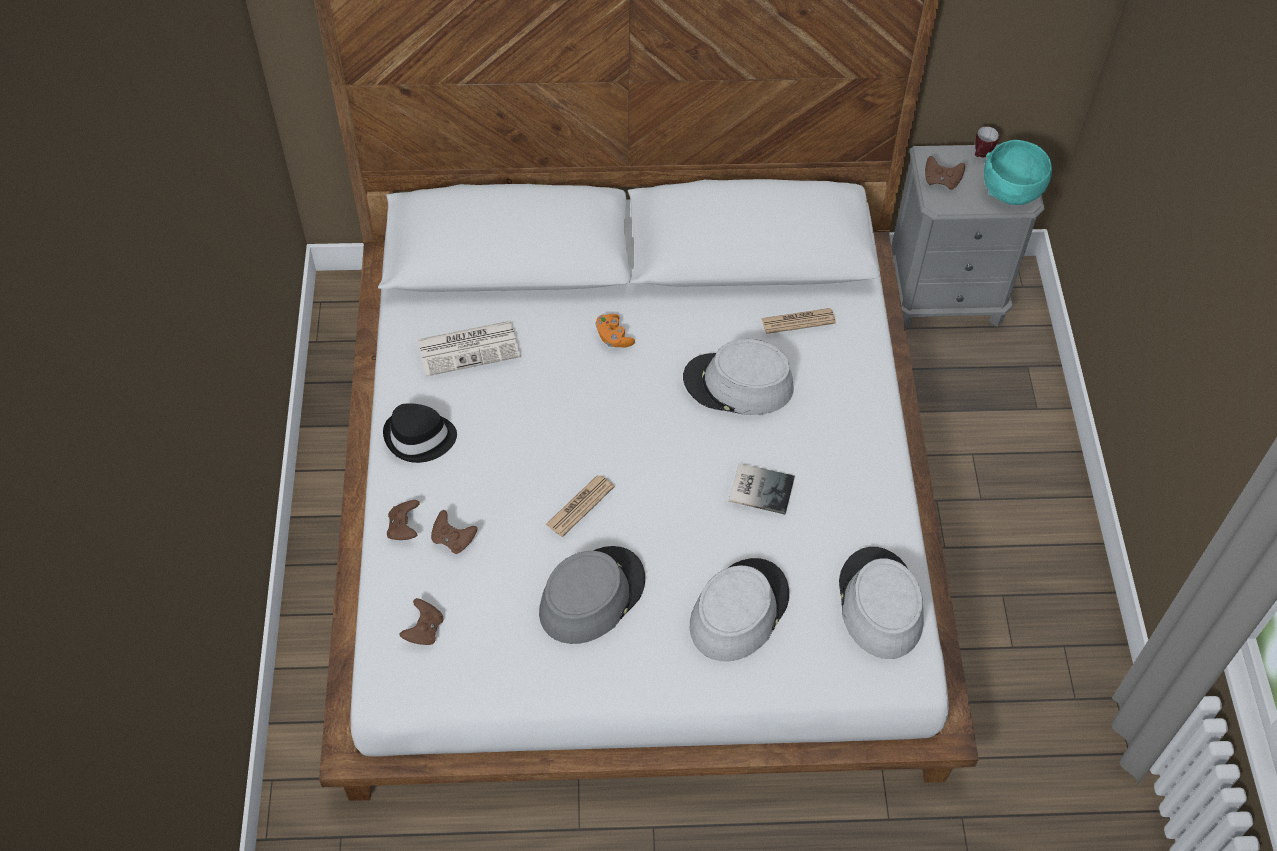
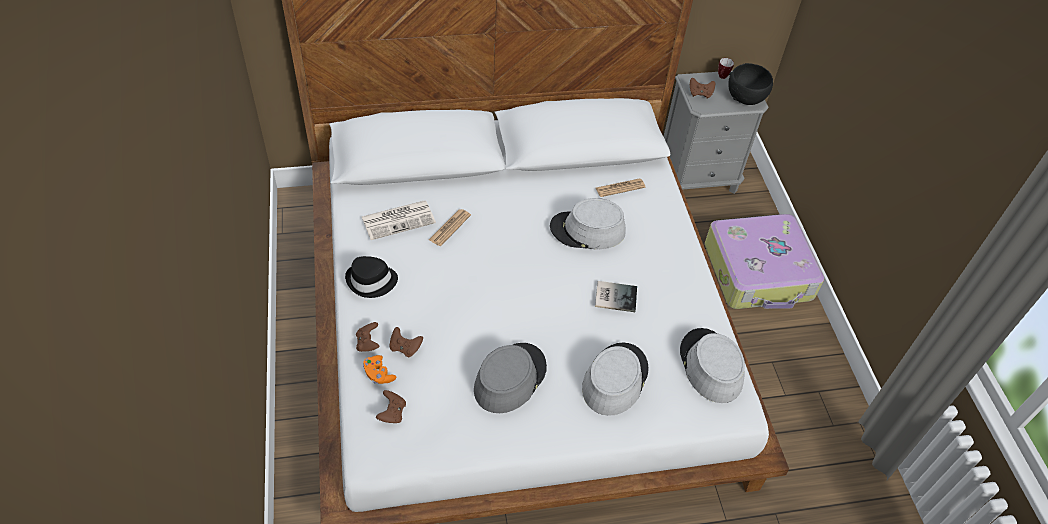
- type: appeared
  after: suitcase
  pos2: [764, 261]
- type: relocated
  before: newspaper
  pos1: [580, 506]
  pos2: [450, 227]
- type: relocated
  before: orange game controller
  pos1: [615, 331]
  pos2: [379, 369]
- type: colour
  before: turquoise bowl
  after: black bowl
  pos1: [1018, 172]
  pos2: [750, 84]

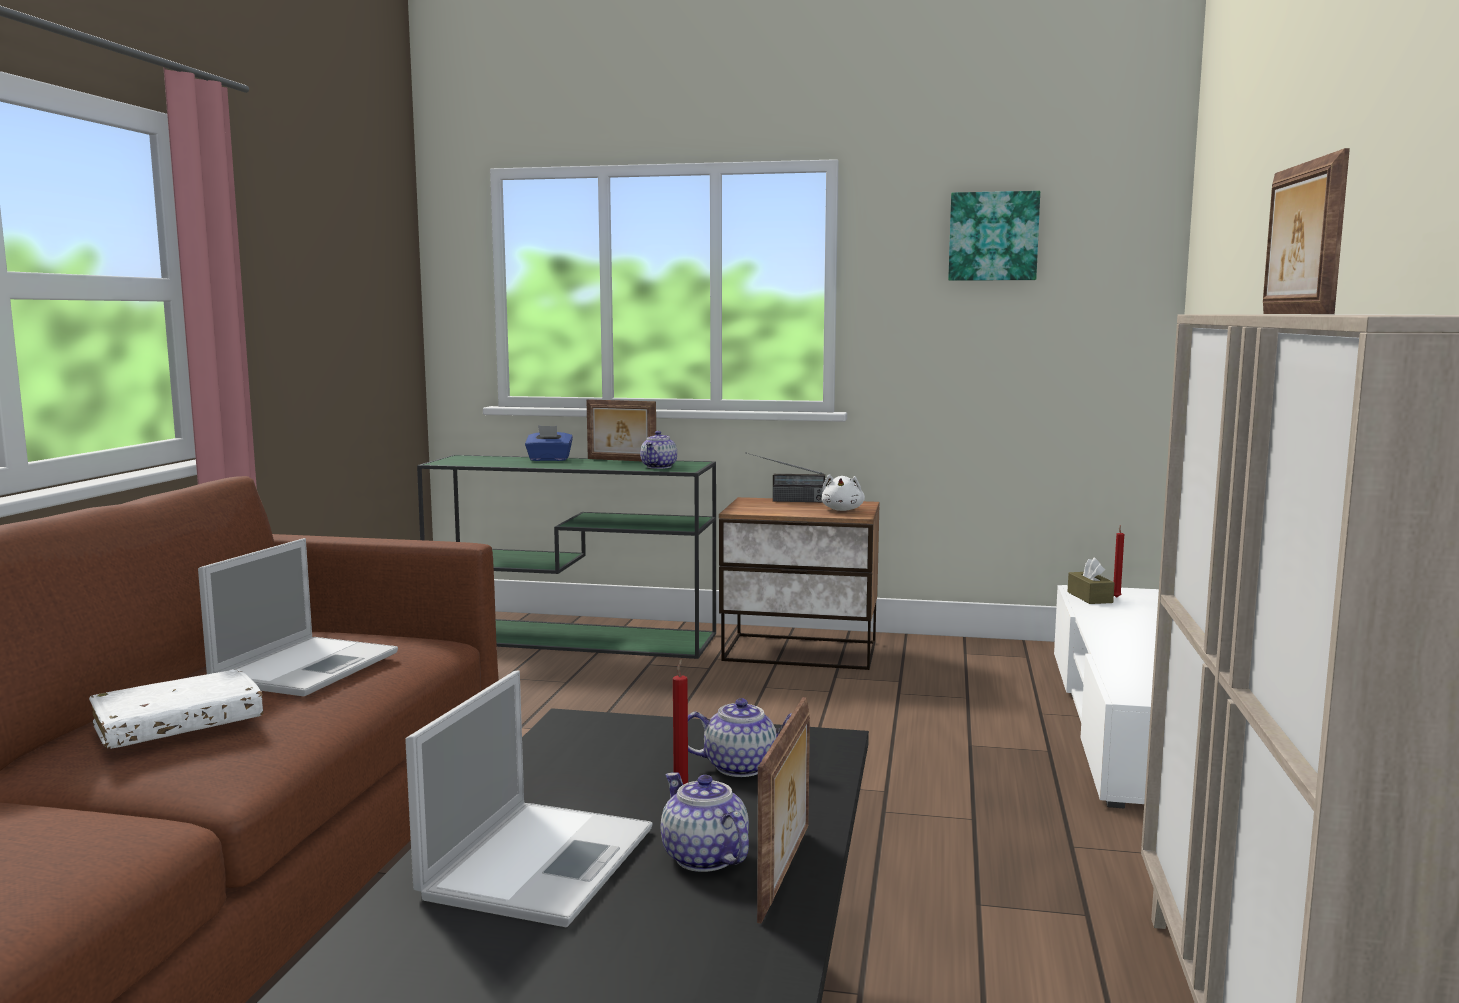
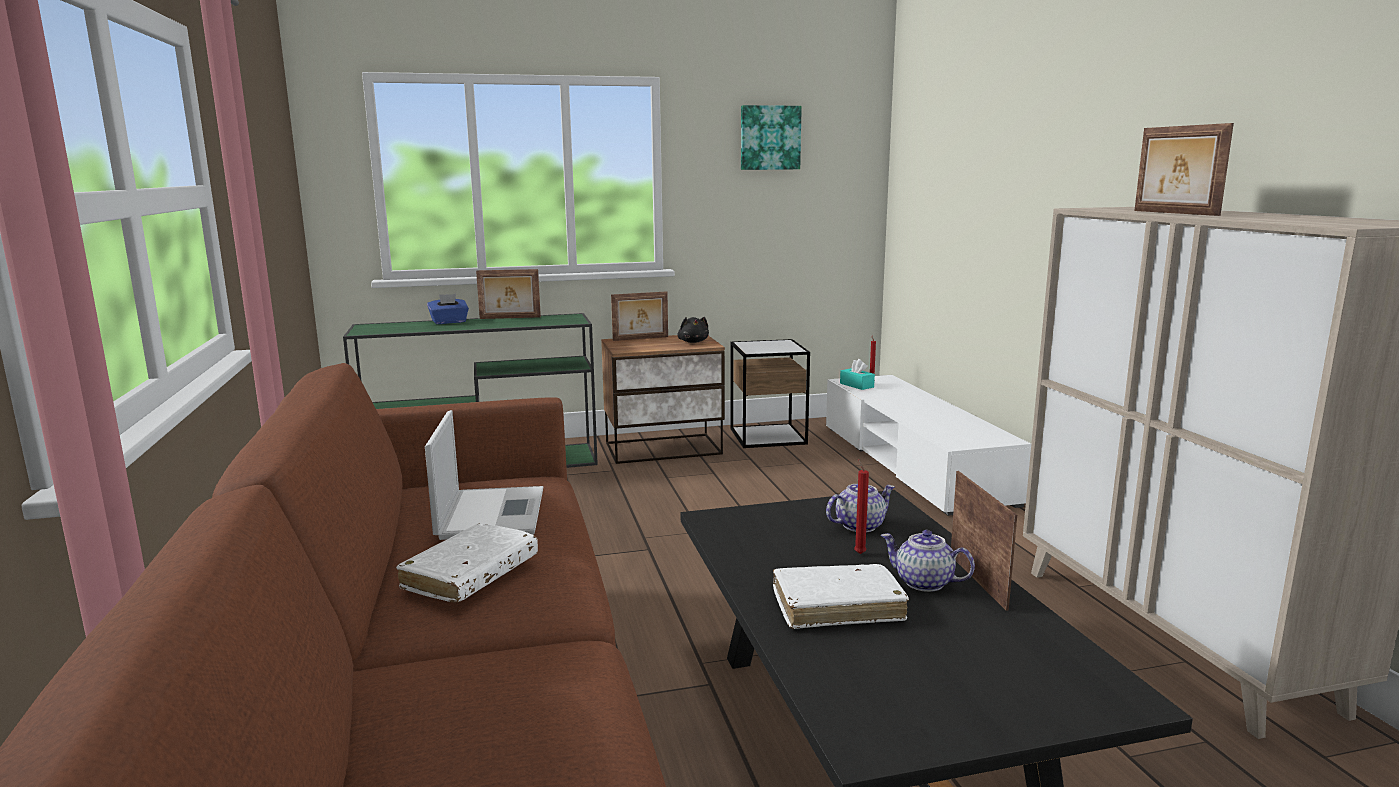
- type: missing
  before: teapot
  pos1: [658, 450]
- type: appeared
  after: side table
  pos2: [770, 393]
- type: exchanged
  before: laptop
  after: white book
  pos1: [529, 798]
  pos2: [841, 596]
- type: exchanged
  before: radio
  after: picture frame
  pos1: [785, 477]
  pos2: [639, 316]
- type: colour
  before: white plush toy
  after: black plush toy
  pos1: [843, 492]
  pos2: [693, 330]
- type: colour
  before: brown tissue box
  after: turquoise tissue box
  pos1: [1091, 581]
  pos2: [857, 374]

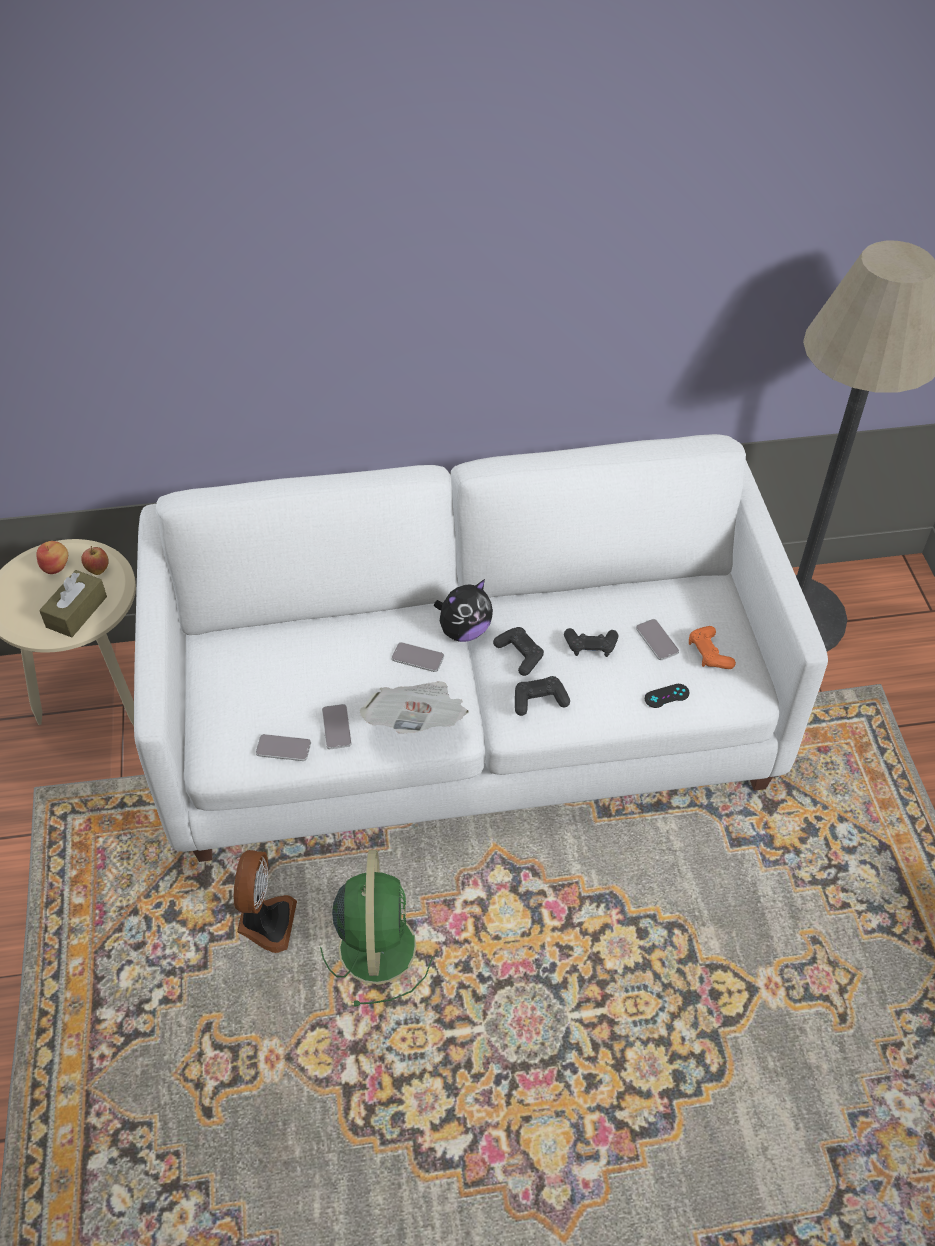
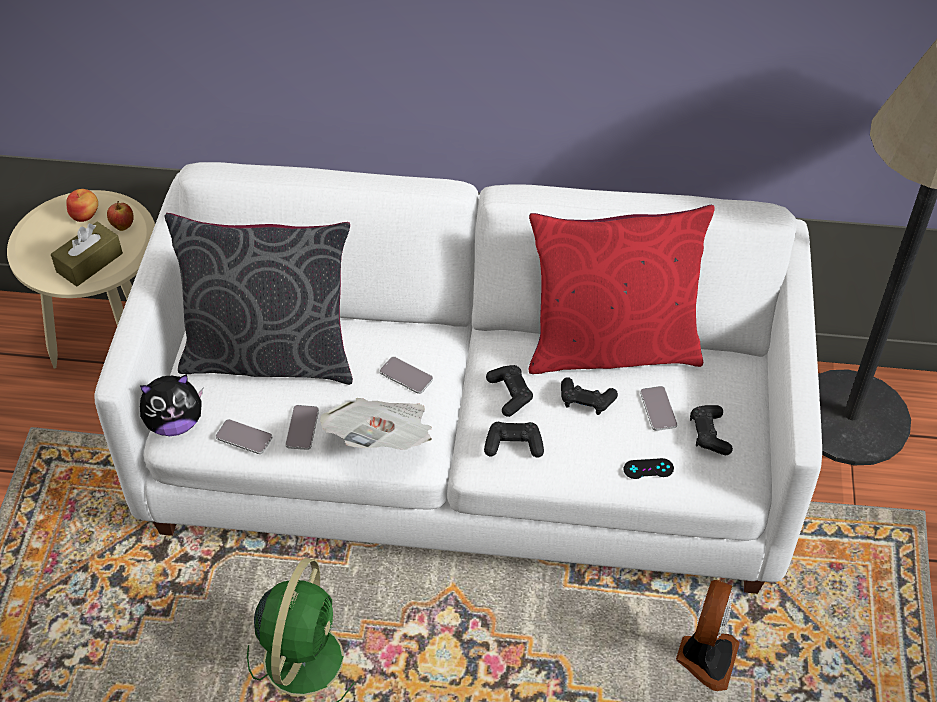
- type: appeared
  after: grey pillow
  pos2: [259, 299]
- type: appeared
  after: red pillow
  pos2: [621, 289]
- type: relocated
  before: fan
  pos1: [265, 901]
  pos2: [708, 635]
- type: relocated
  before: plush toy
  pos1: [463, 610]
  pos2: [171, 405]
- type: colour
  before: orange game controller
  after: black game controller
  pos1: [712, 647]
  pos2: [711, 430]

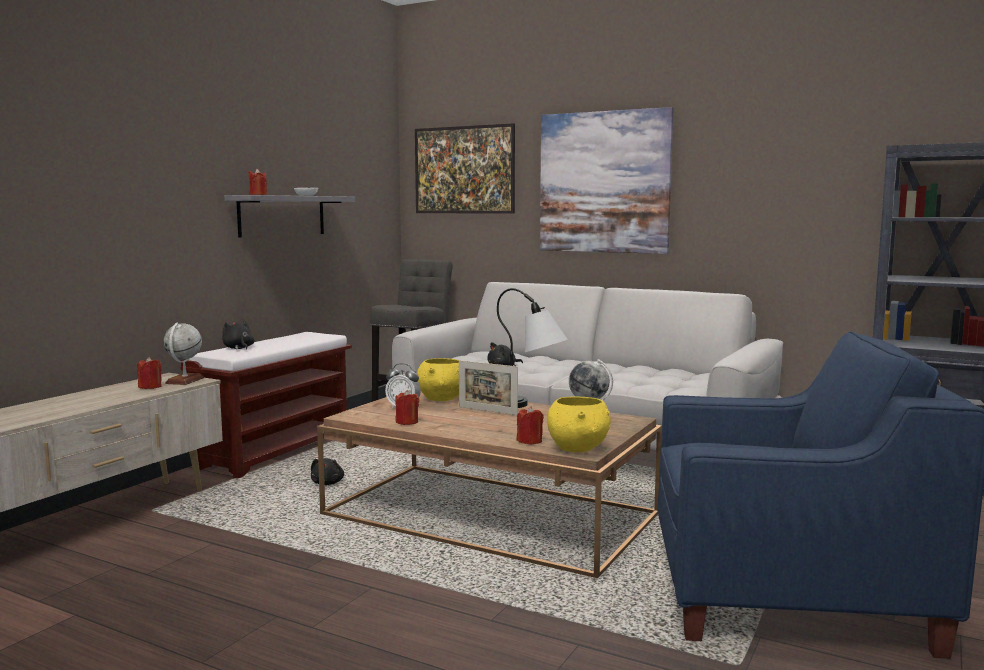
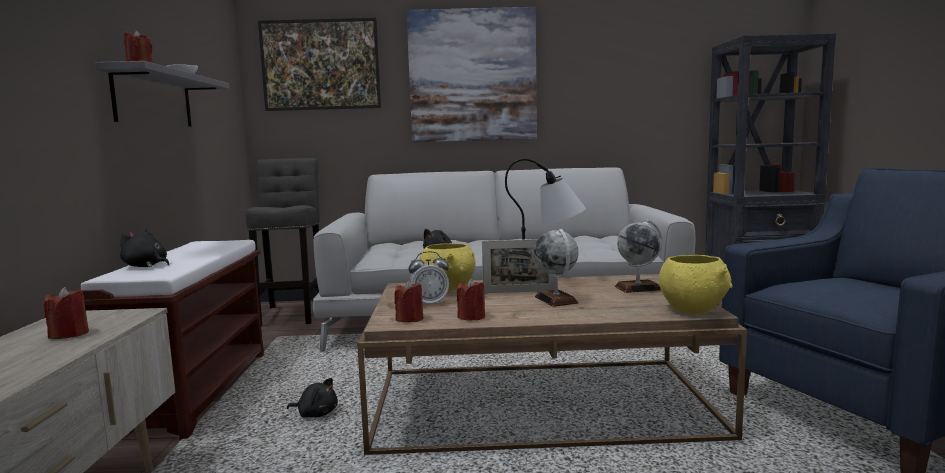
- type: relocated
  before: globe
  pos1: [183, 353]
  pos2: [556, 268]
- type: relocated
  before: red candle
  pos1: [530, 425]
  pos2: [408, 301]
- type: spun
  before: black plush toy
  pos1: [327, 471]
  pos2: [312, 397]
  turn: -45

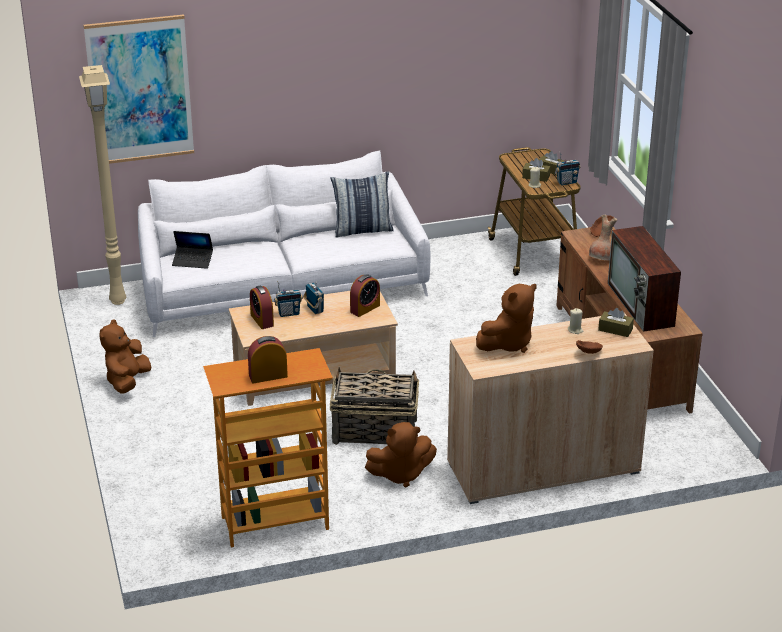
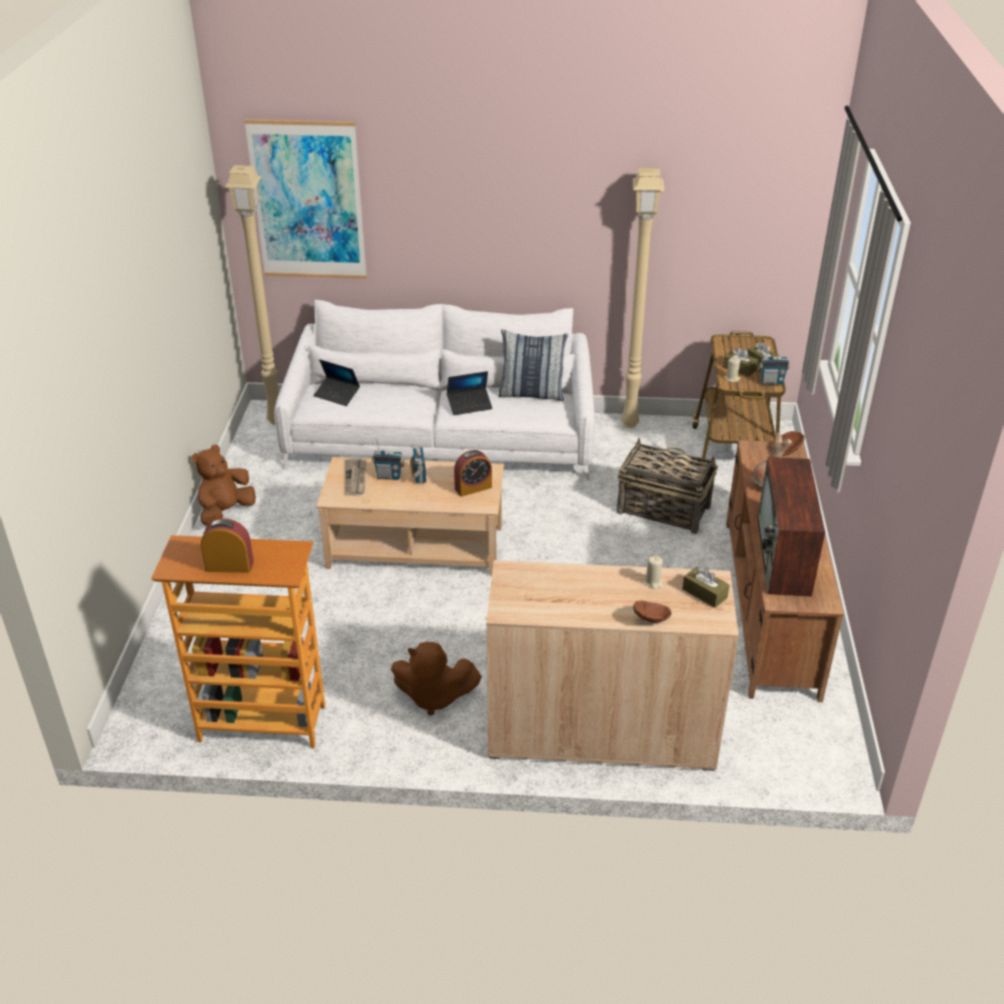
- type: missing
  before: brown plush toy
  pos1: [506, 318]
- type: appeared
  after: laptop
  pos2: [469, 393]
- type: appeared
  after: beige floor lamp
  pos2: [642, 298]
- type: relocated
  before: basket
  pos1: [374, 406]
  pos2: [667, 486]
- type: exchanged
  before: alarm clock
  after: newspaper
  pos1: [262, 307]
  pos2: [356, 477]

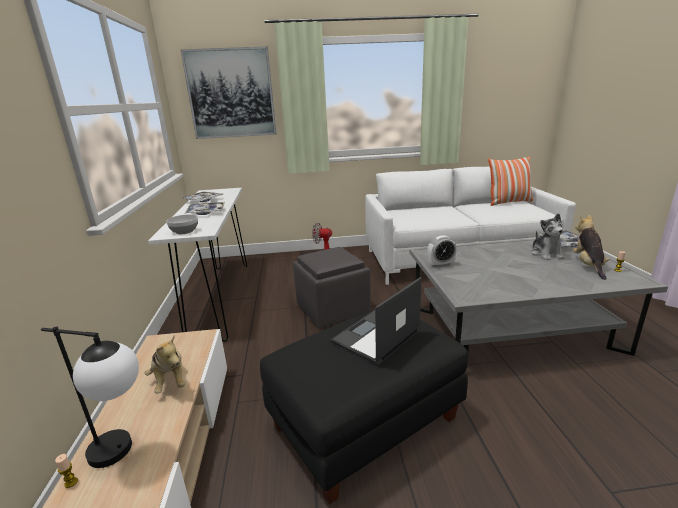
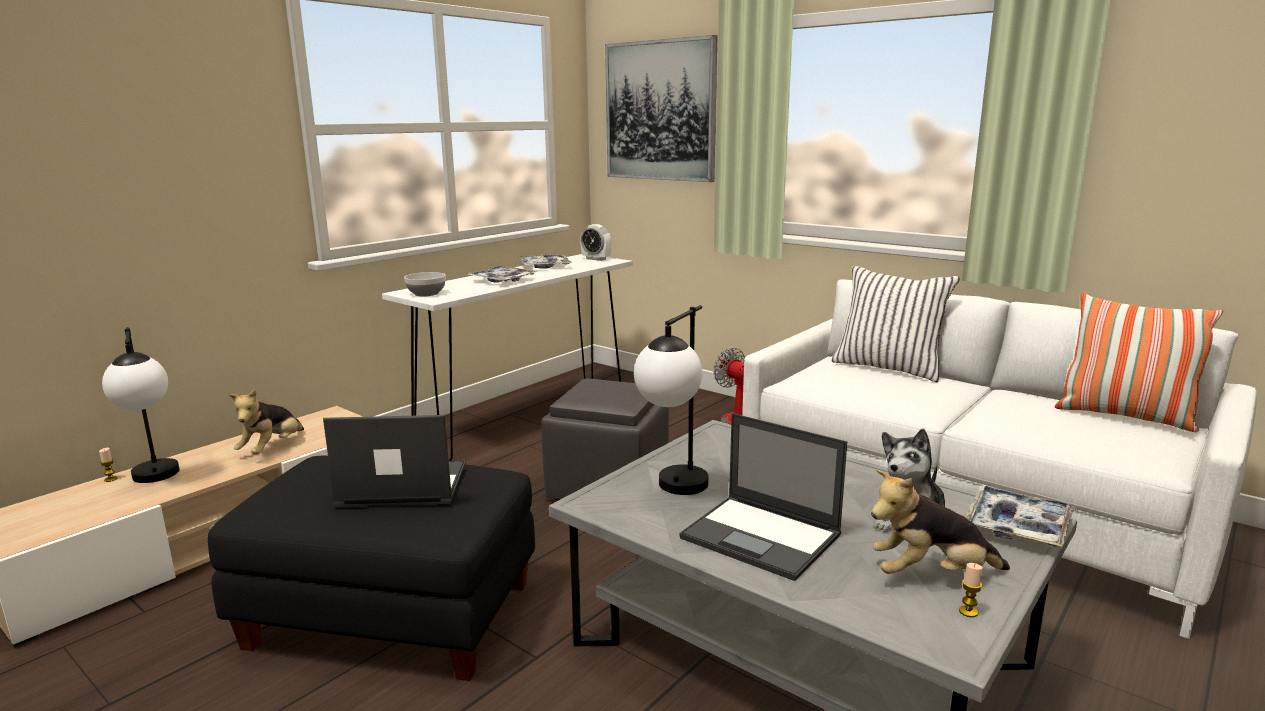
- type: appeared
  after: table lamp
  pos2: [671, 400]
- type: appeared
  after: laptop
  pos2: [763, 497]
- type: appeared
  after: white pillow
  pos2: [895, 324]
- type: relocated
  before: alarm clock
  pos1: [442, 251]
  pos2: [595, 242]
- type: spun
  before: plush toy
  pos1: [591, 247]
  pos2: [940, 522]
  turn: -150

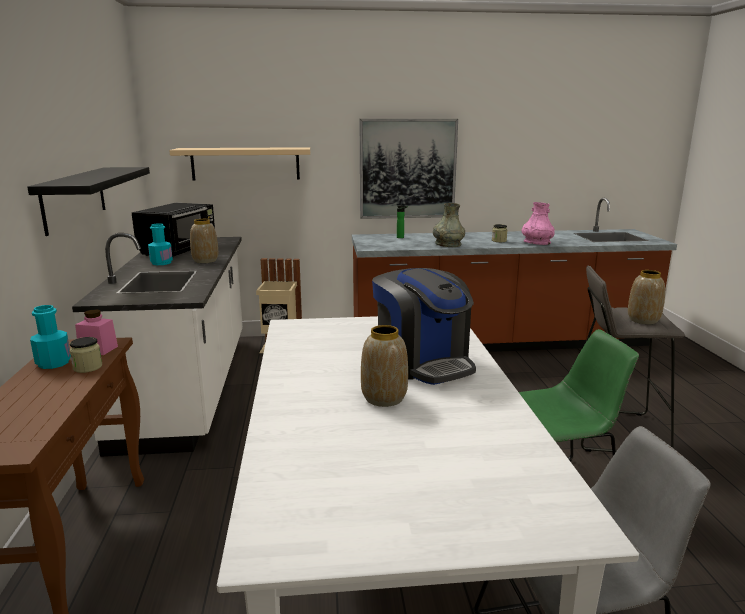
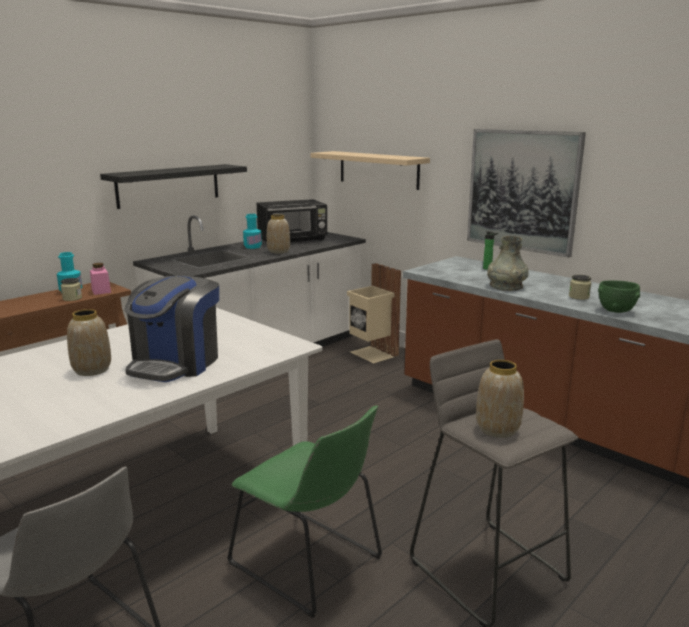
- type: exchanged
  before: pink vase
  after: green bowl
  pos1: [538, 223]
  pos2: [619, 297]

